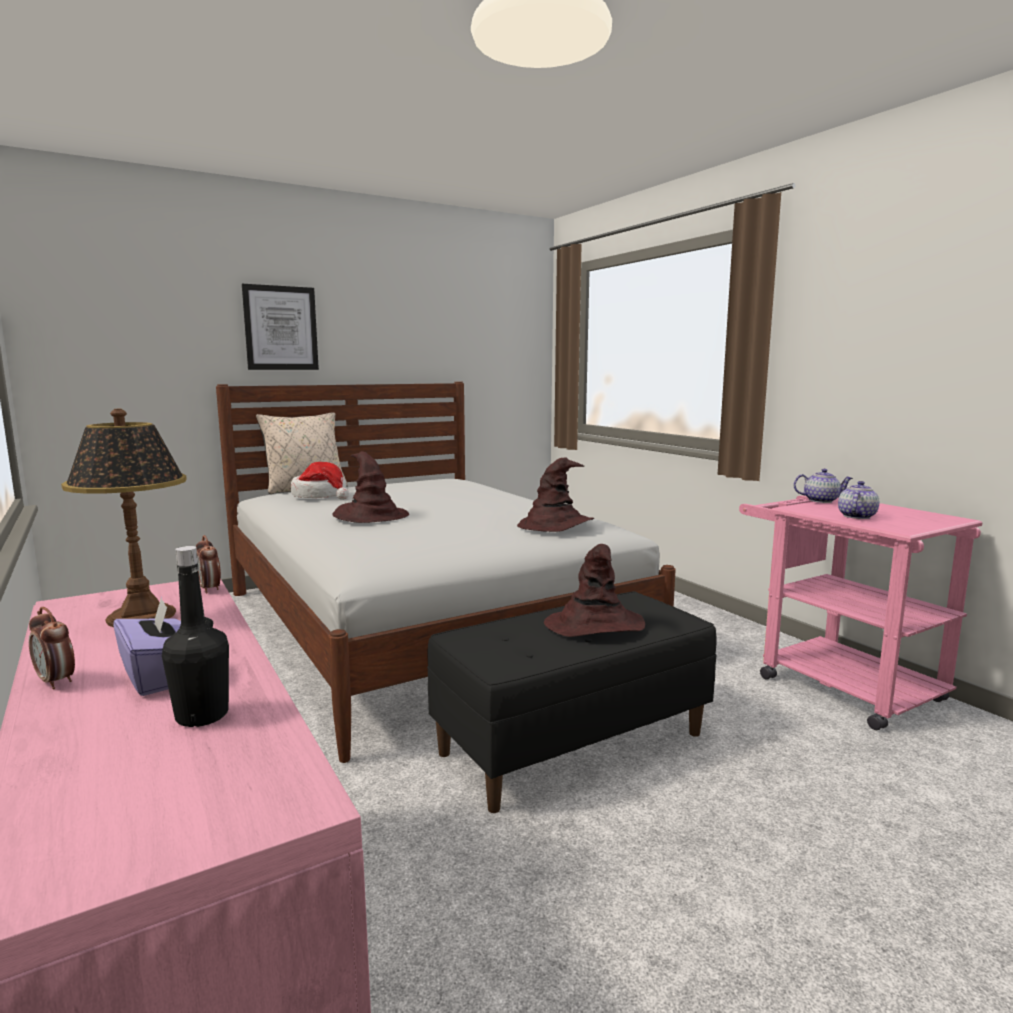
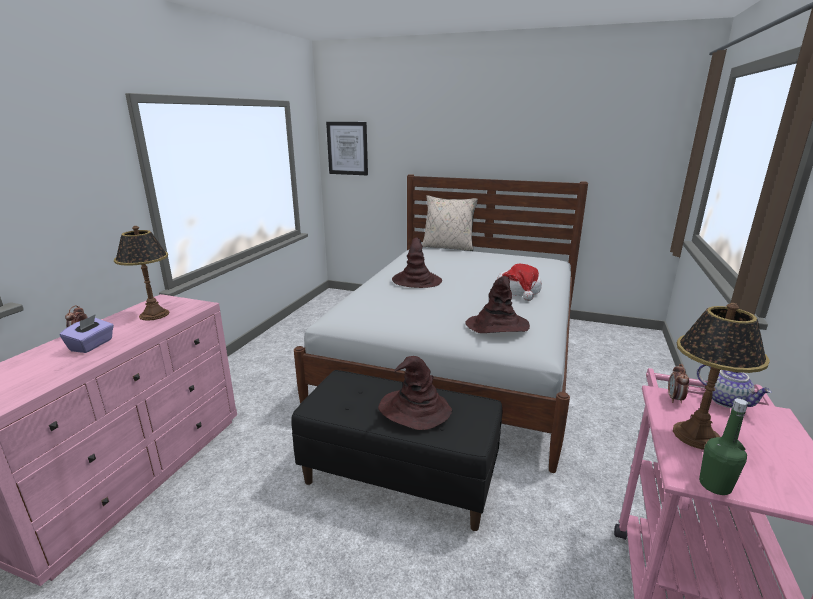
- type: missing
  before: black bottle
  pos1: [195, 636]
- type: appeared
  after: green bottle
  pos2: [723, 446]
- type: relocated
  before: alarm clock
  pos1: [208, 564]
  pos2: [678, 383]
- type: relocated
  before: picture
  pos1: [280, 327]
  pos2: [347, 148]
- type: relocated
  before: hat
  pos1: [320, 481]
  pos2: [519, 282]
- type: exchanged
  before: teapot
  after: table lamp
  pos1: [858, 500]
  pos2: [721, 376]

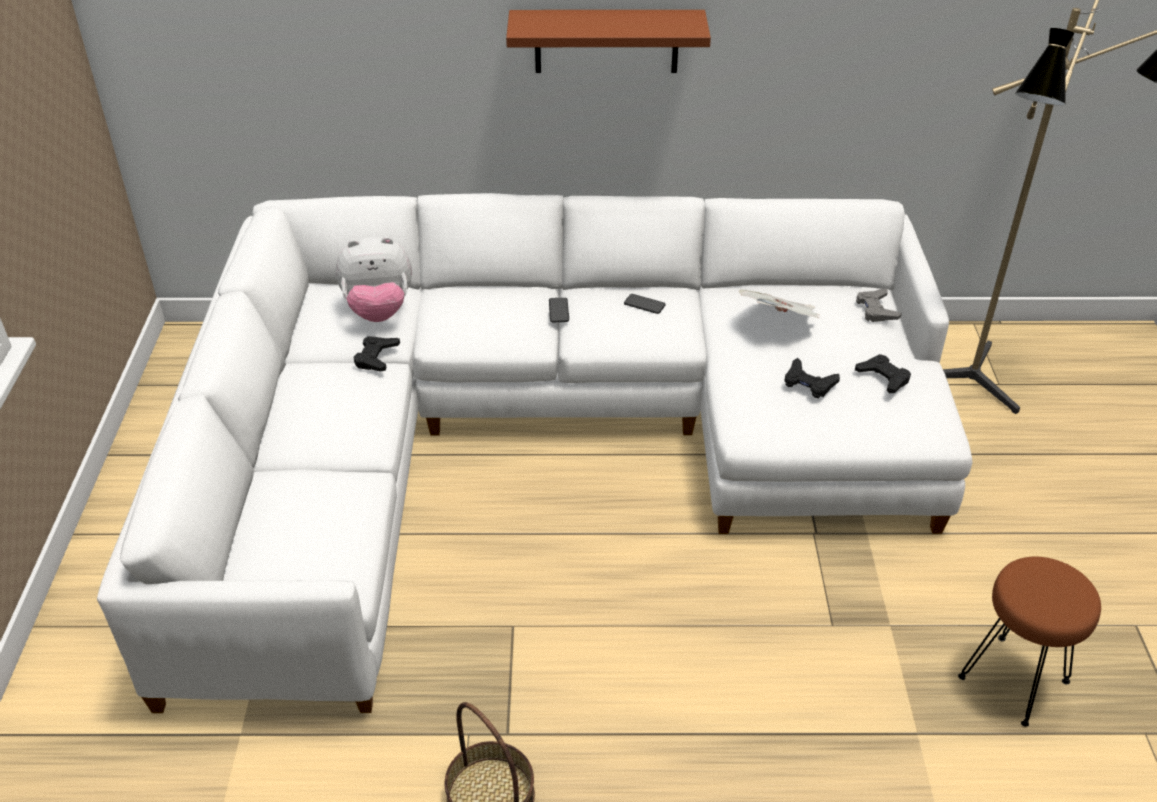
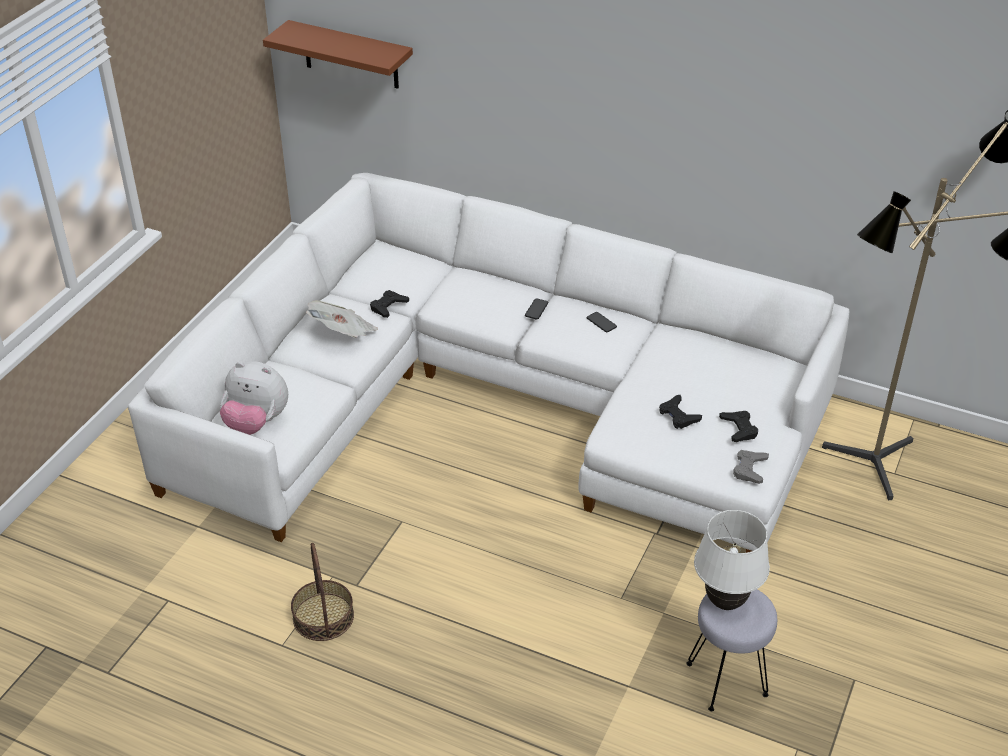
- type: appeared
  after: white table lamp
  pos2: [732, 560]
- type: relocated
  before: plush toy
  pos1: [374, 279]
  pos2: [254, 398]
- type: relocated
  before: brown shelf
  pos1: [608, 41]
  pos2: [338, 54]
- type: relocated
  before: newspaper
  pos1: [779, 303]
  pos2: [342, 318]
- type: relocated
  before: grey game controller
  pos1: [879, 305]
  pos2: [751, 467]
- type: colour
  before: brown stool
  after: grey stool
  pos1: [1029, 642]
  pos2: [731, 650]

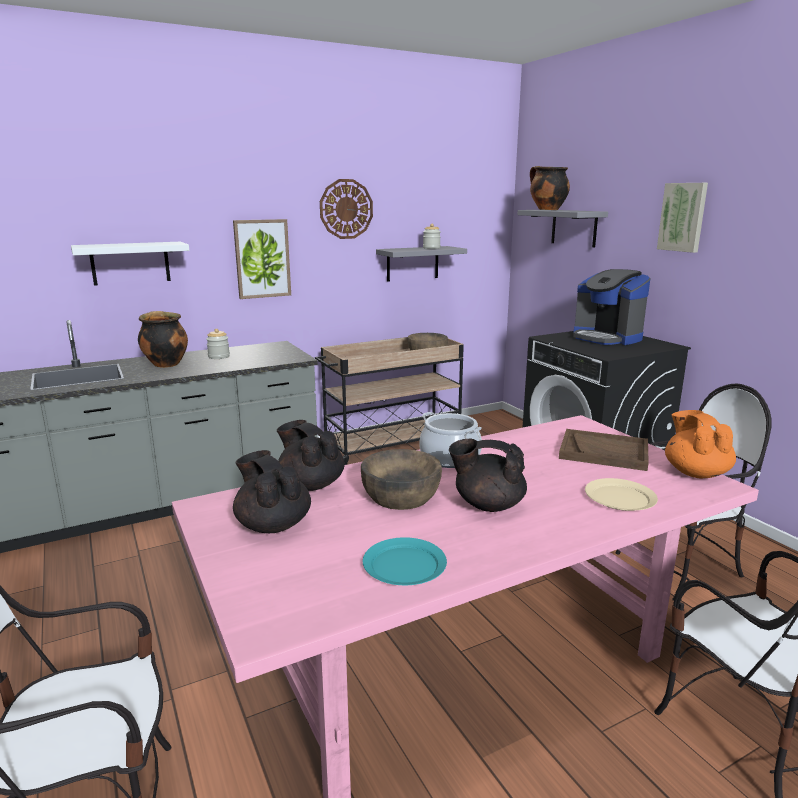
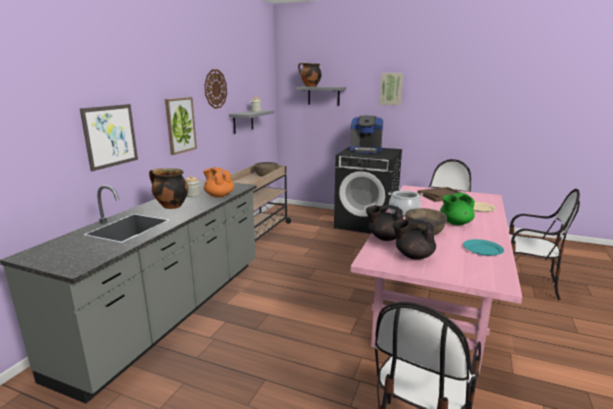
- type: relocated
  before: orange teapot
  pos1: [700, 444]
  pos2: [218, 182]
- type: exchanged
  before: white shelf
  after: picture
  pos1: [130, 264]
  pos2: [109, 137]
- type: colour
  before: black teapot
  after: green teapot
  pos1: [488, 475]
  pos2: [457, 208]

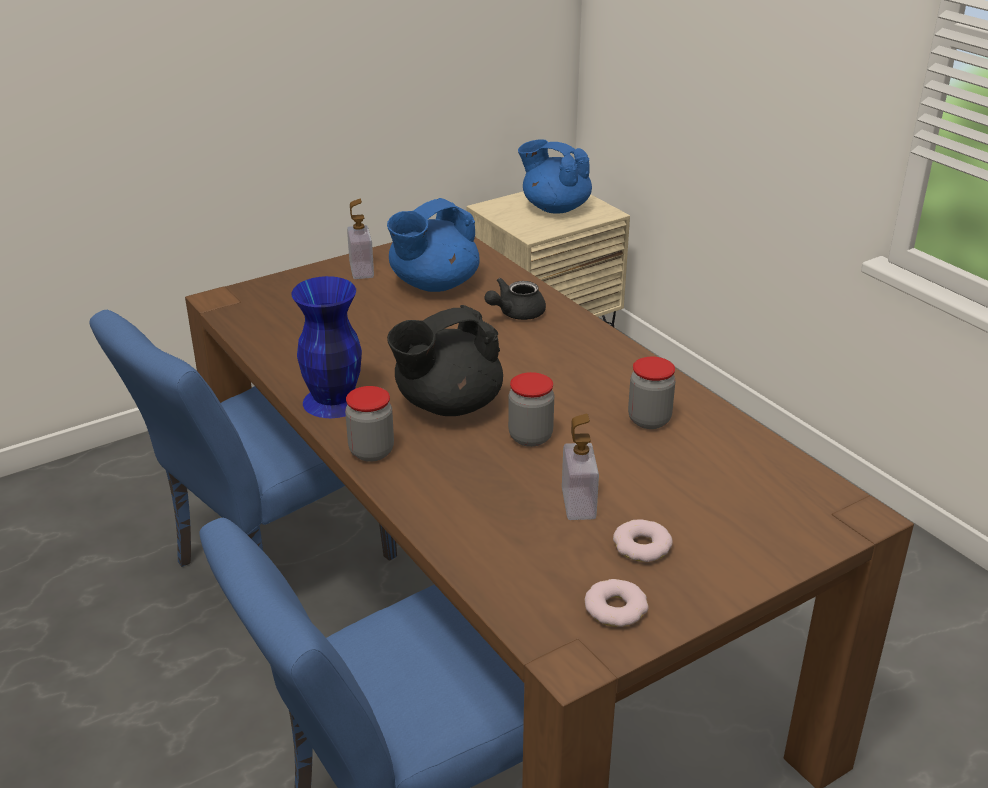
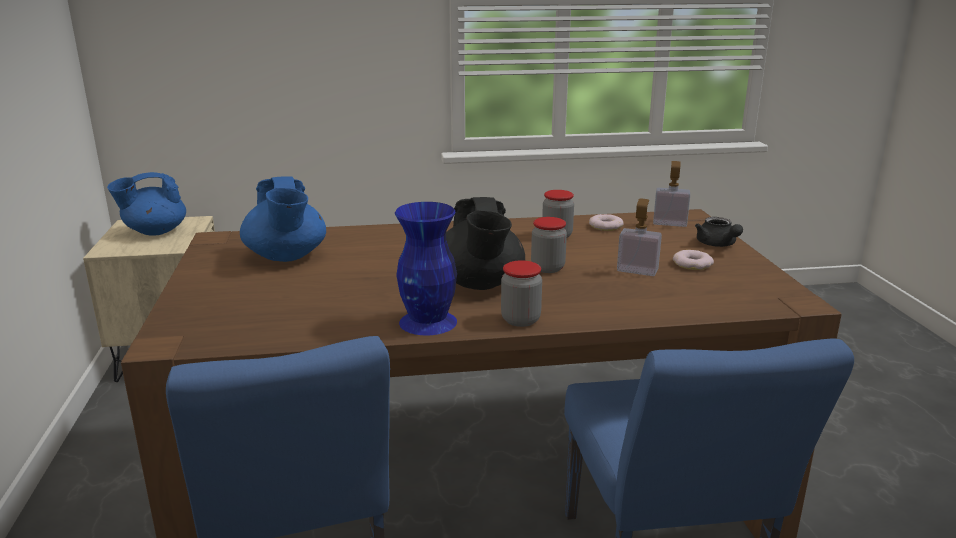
- type: relocated
  before: soap dispenser
  pos1: [360, 239]
  pos2: [671, 194]
- type: relocated
  before: black teapot
  pos1: [515, 299]
  pos2: [719, 232]
- type: relocated
  before: donut
  pos1: [616, 603]
  pos2: [606, 222]

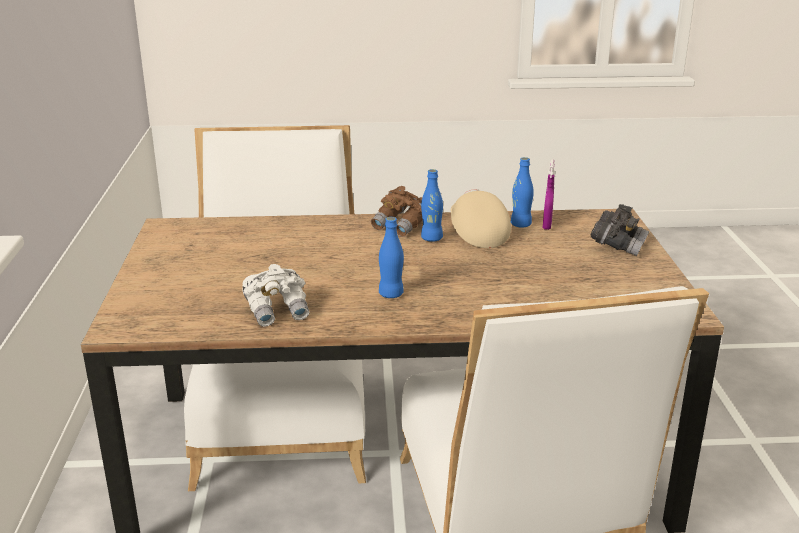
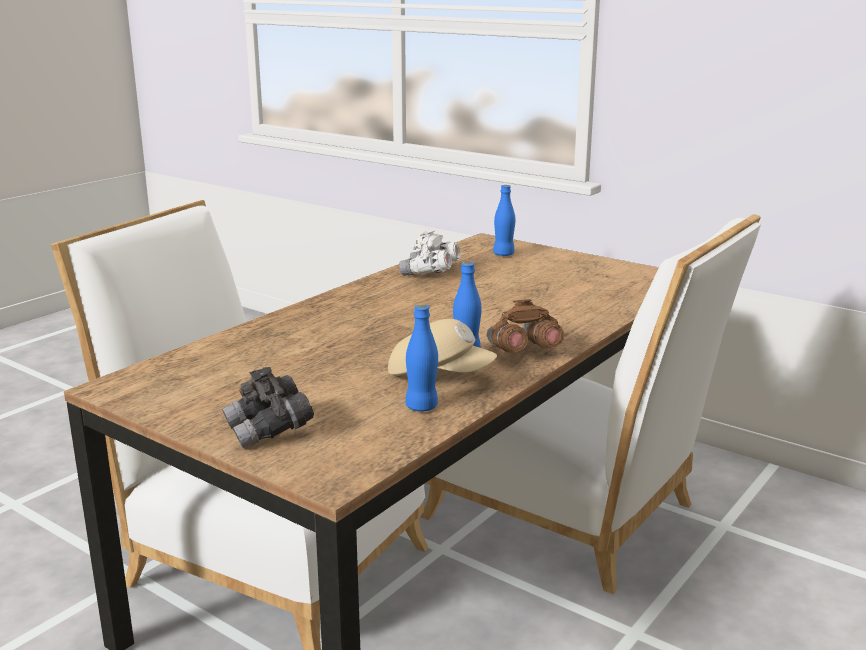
- type: missing
  before: purple spray bottle
  pos1: [549, 195]
- type: relocated
  before: blue bottle
  pos1: [391, 257]
  pos2: [504, 220]

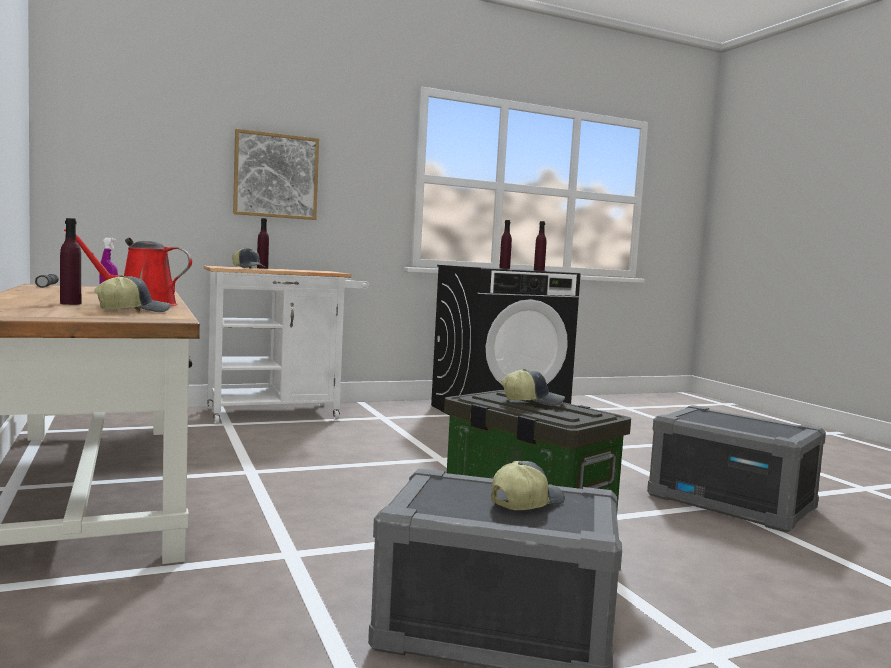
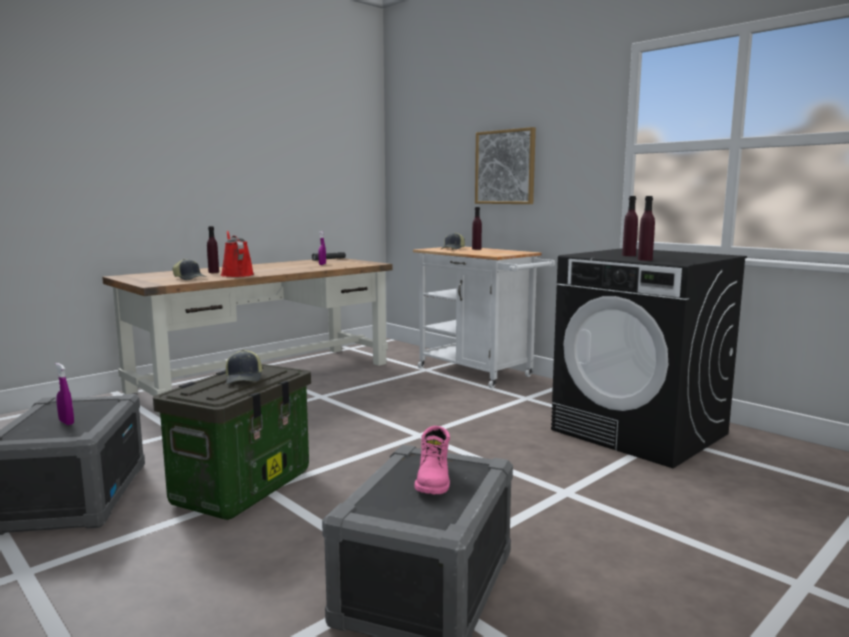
- type: appeared
  after: pink boot
  pos2: [432, 460]
- type: exchanged
  before: cap
  after: purple spray bottle
  pos1: [528, 485]
  pos2: [64, 394]

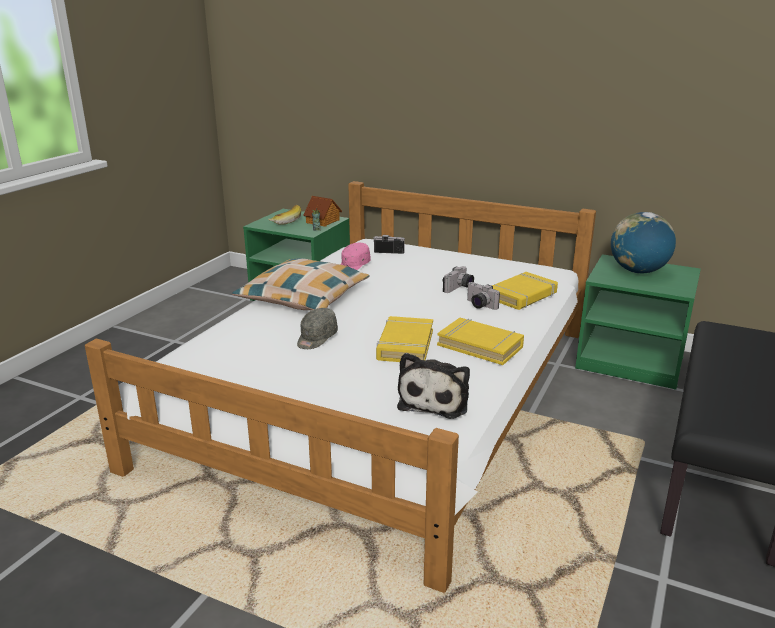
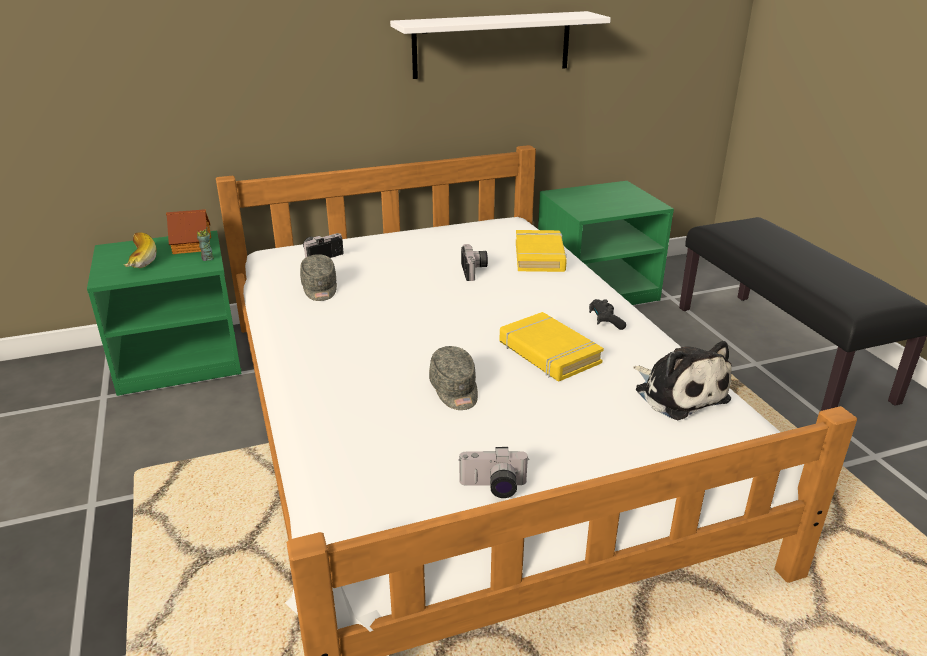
- type: missing
  before: pillow
  pos1: [301, 284]
- type: missing
  before: globe
  pos1: [643, 243]
- type: appeared
  after: white shelf
  pos2: [500, 45]
- type: relocated
  before: photo camera
  pos1: [483, 296]
  pos2: [493, 472]
- type: exchanged
  before: yellow book
  after: black game controller
  pos1: [480, 341]
  pos2: [607, 314]
- type: colour
  before: pink cap
  after: grey cap
  pos1: [356, 256]
  pos2: [318, 277]

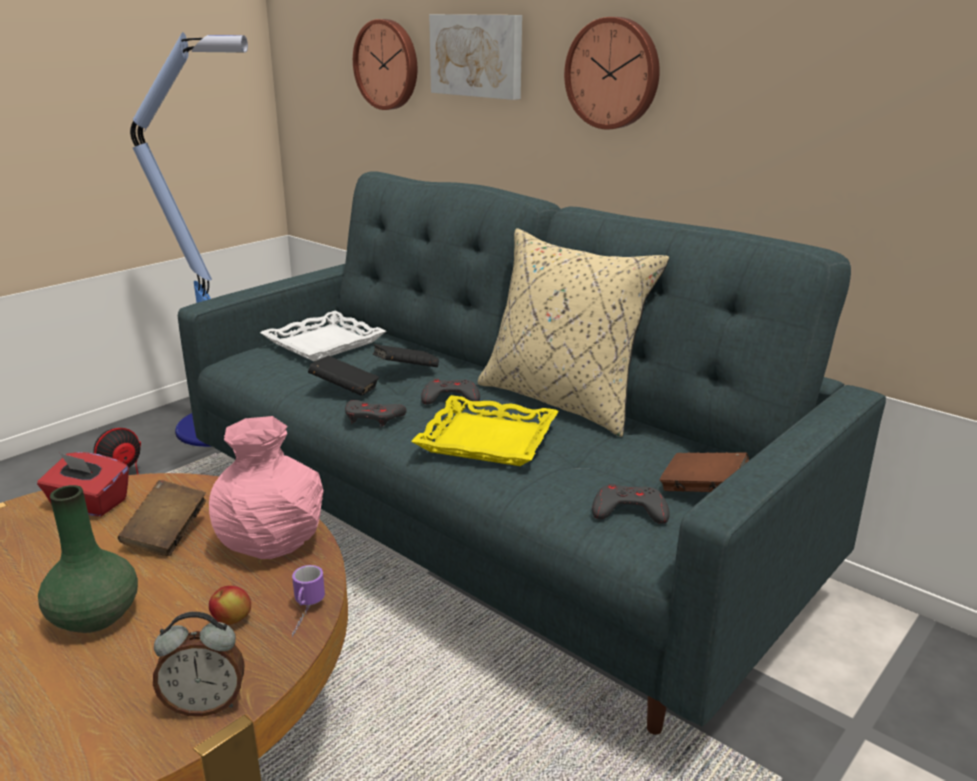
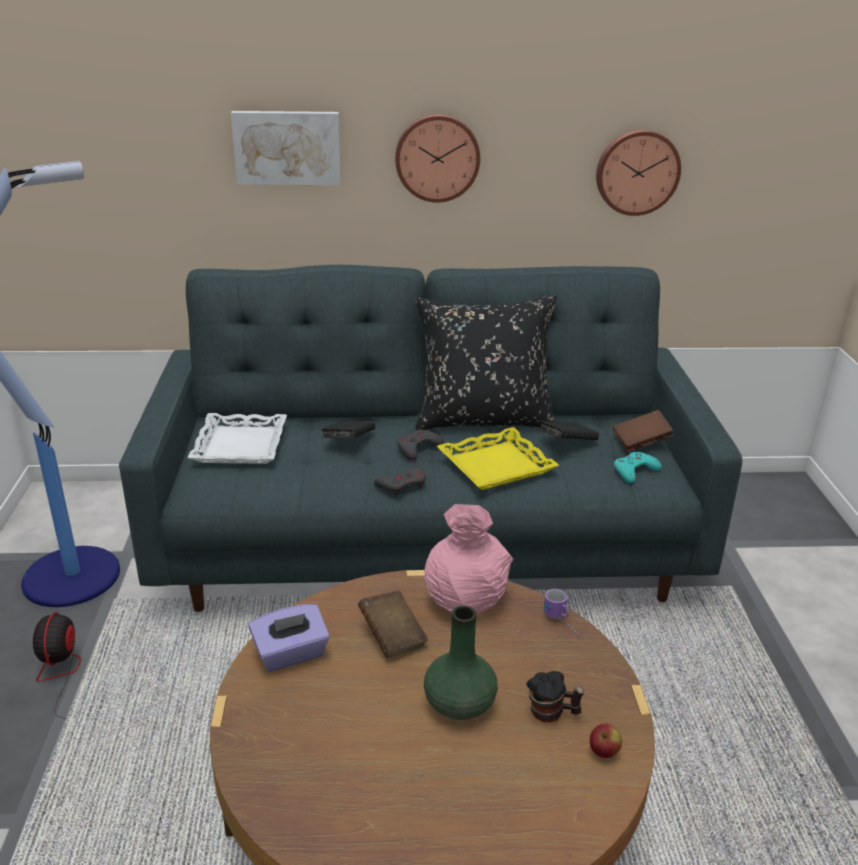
- type: missing
  before: alarm clock
  pos1: [199, 664]
- type: appeared
  after: mug
  pos2: [555, 697]
- type: relocated
  before: apple
  pos1: [230, 605]
  pos2: [606, 741]
- type: relocated
  before: black book
  pos1: [343, 376]
  pos2: [569, 430]
- type: relocated
  before: wall clock
  pos1: [385, 64]
  pos2: [638, 172]
- type: colour
  before: red tissue box
  after: purple tissue box
  pos1: [83, 484]
  pos2: [289, 638]
- type: colour
  before: beige pillow
  after: black pillow
  pos1: [573, 332]
  pos2: [486, 362]
- type: colour
  before: grey game controller
  after: turquoise game controller
  pos1: [631, 503]
  pos2: [638, 467]

